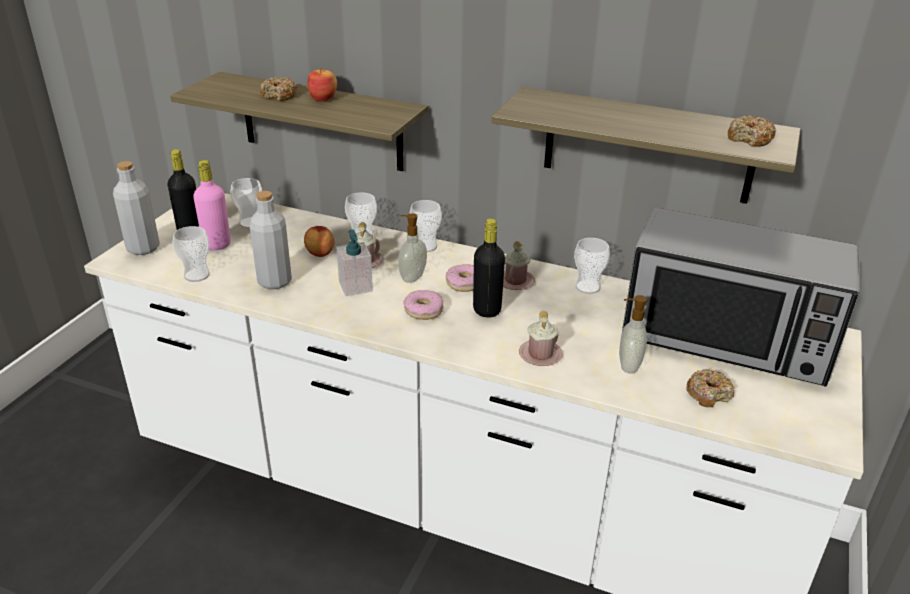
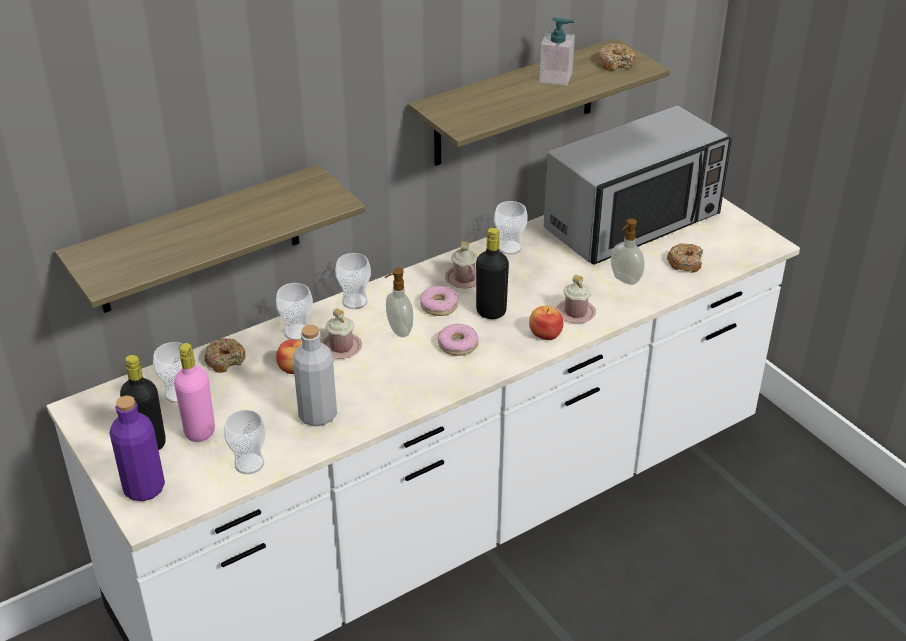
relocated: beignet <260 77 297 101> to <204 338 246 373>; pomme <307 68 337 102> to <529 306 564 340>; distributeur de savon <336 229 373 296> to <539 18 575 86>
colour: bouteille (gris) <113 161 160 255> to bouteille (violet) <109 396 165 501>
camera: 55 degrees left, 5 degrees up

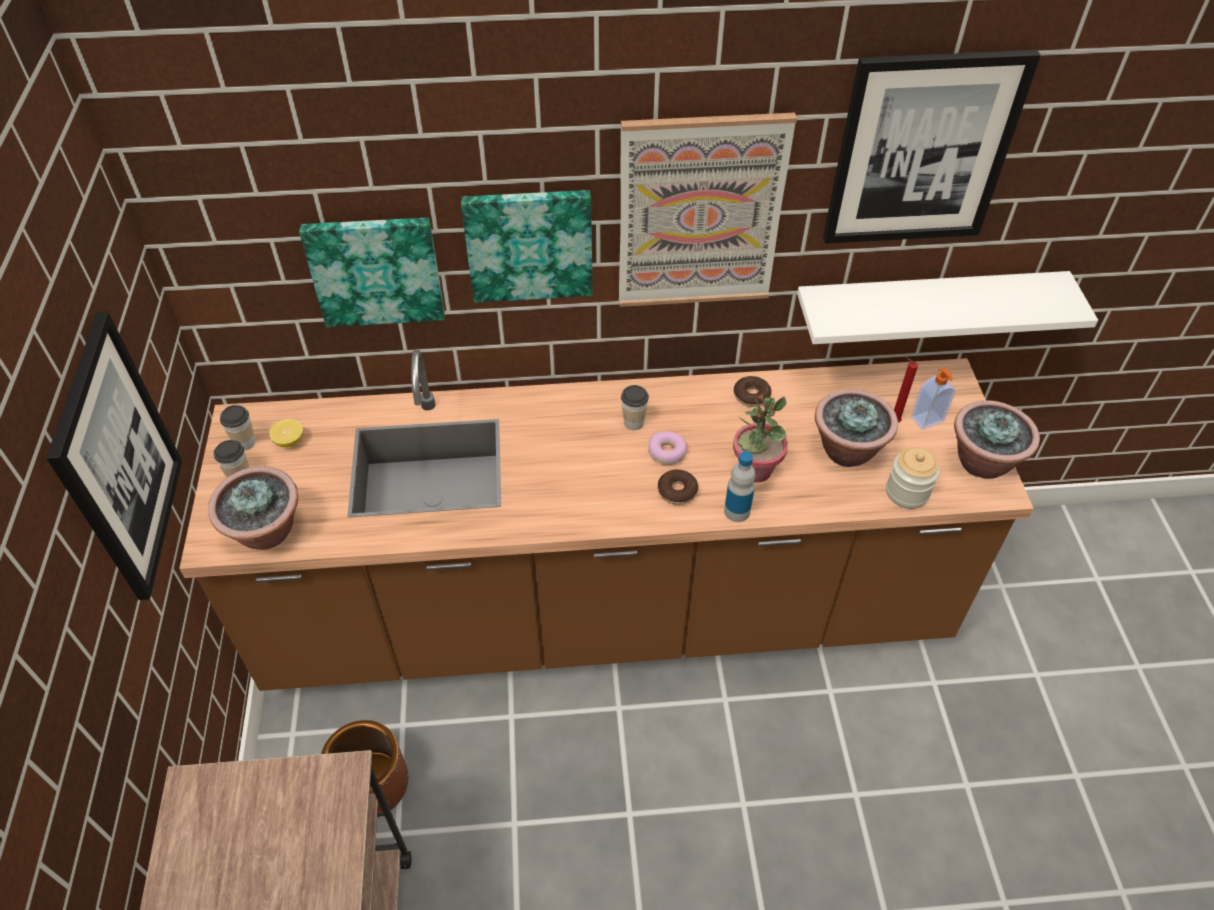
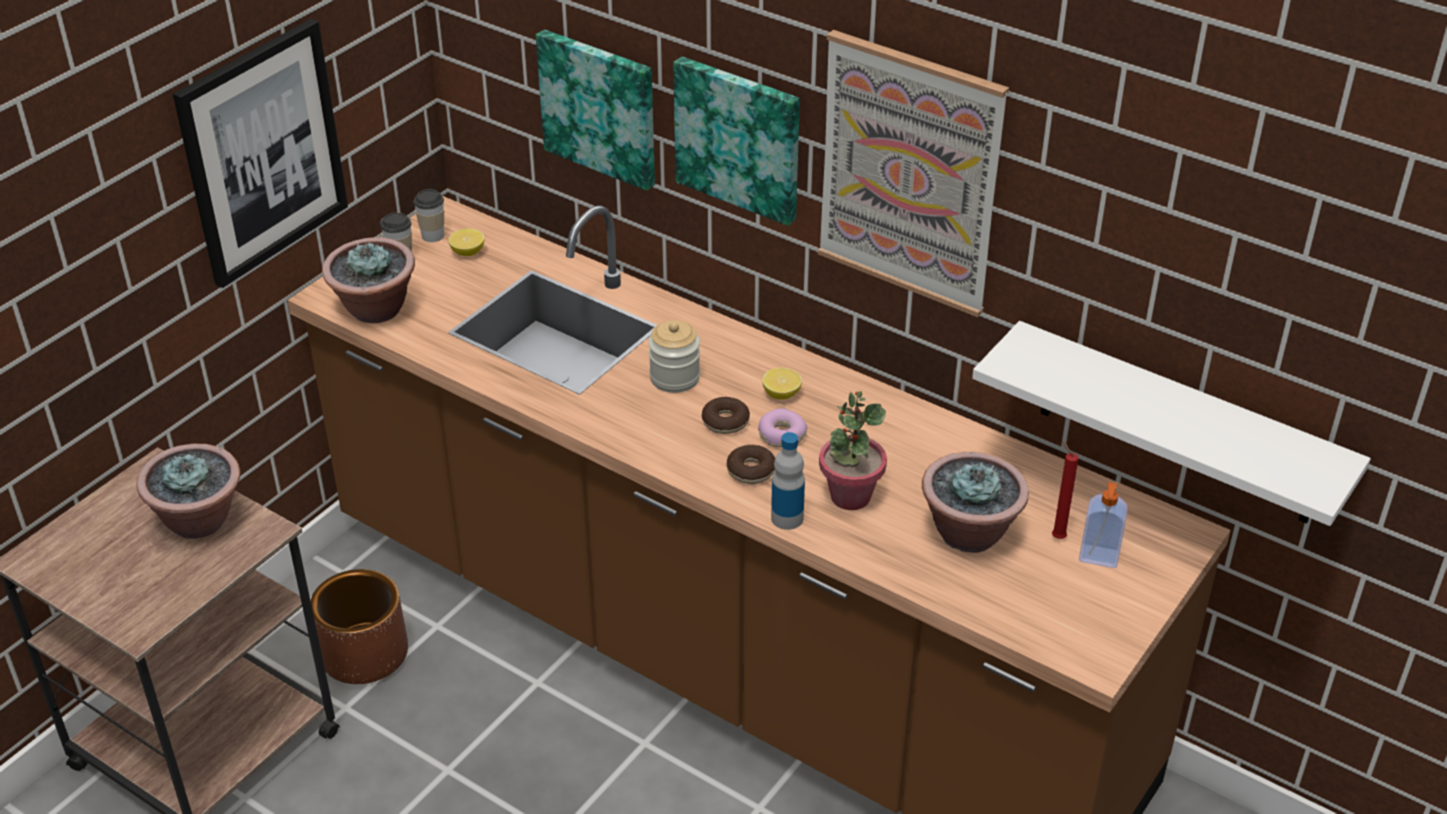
missing: tableau <823 50 1041 244>
relocated: beignet <734 376 771 407> to <702 397 750 434>; bocal <886 447 940 509> to <648 320 700 393>; plante en pot <954 400 1040 479> to <136 444 240 539>
exchanged: tasse <621 385 649 430> to citron <762 368 802 400>
camera: 40 degrees right, 10 degrees down

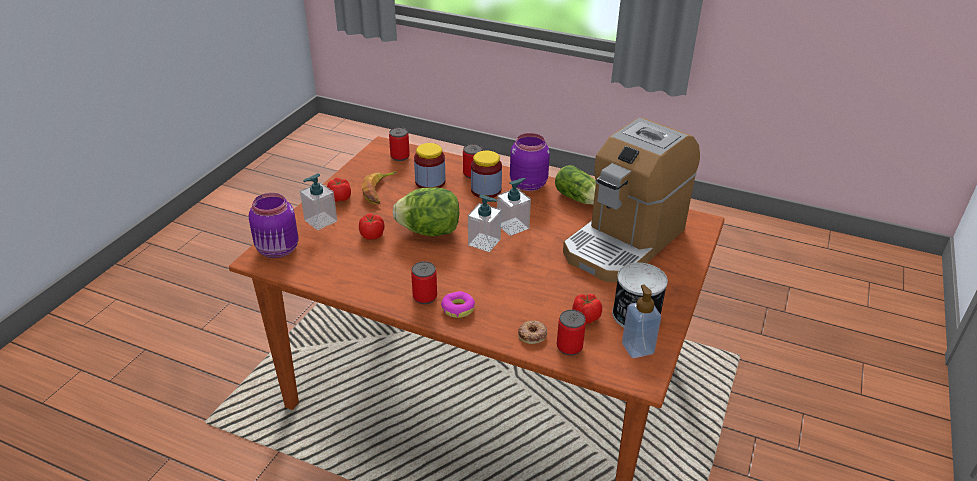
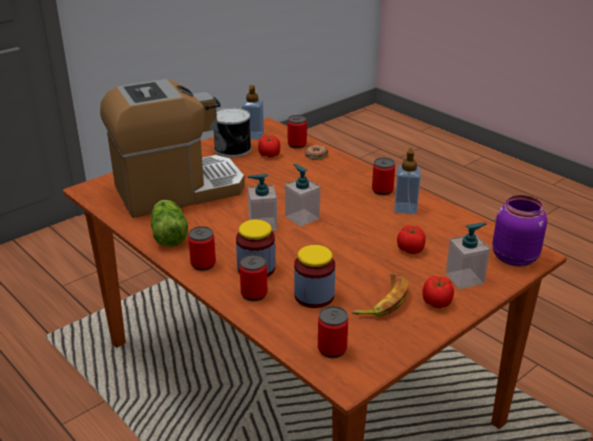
missing: laitue <393 187 459 236>; beignet <441 291 475 318>
appeared: distributeur de savon <394 148 421 214>
exchanged: bocal (violet) <510 133 550 191> to boîte métallique <188 226 216 271>
camera: 155 degrees left, 5 degrees down

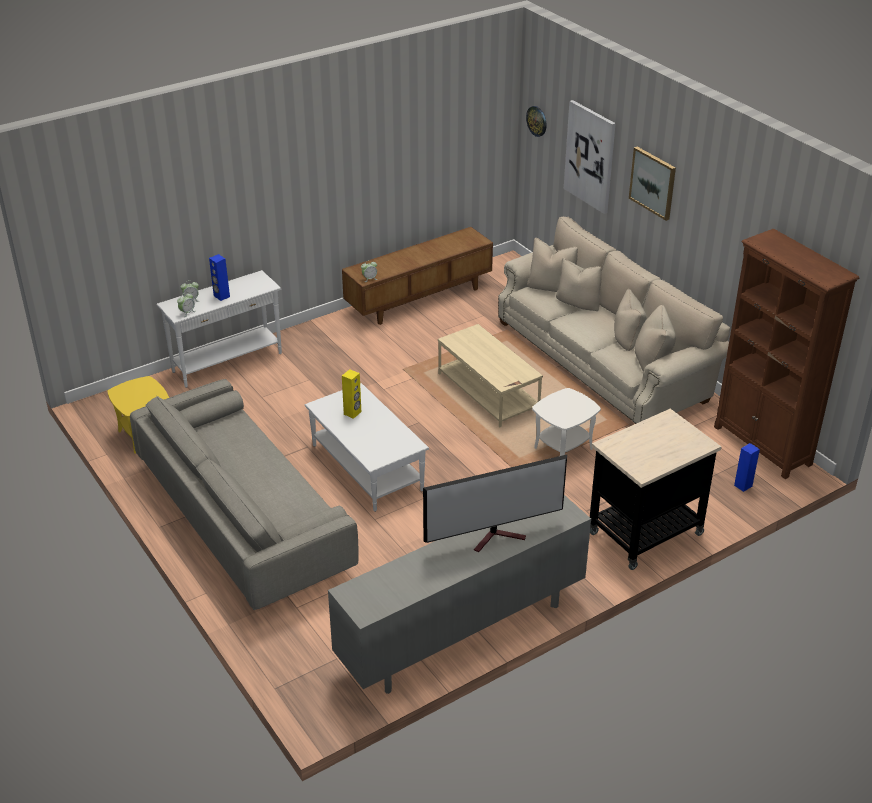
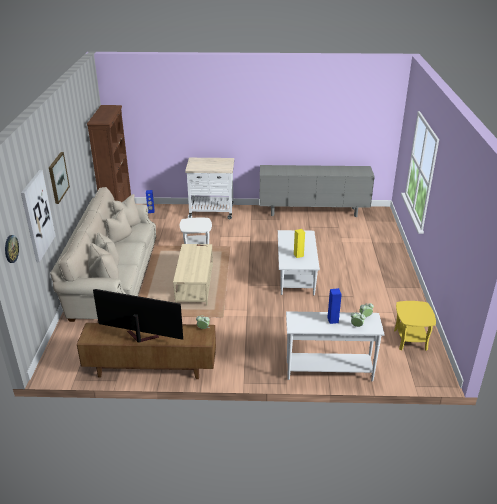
missing: canapé (gris) <130 379 358 610>
relocated: téléviseur <423 455 567 552> to <93 289 183 343>
colour: chariot (noir) <590 409 721 570> to chariot (blanc) <185 158 234 219>
camera: 145 degrees left, 5 degrees down

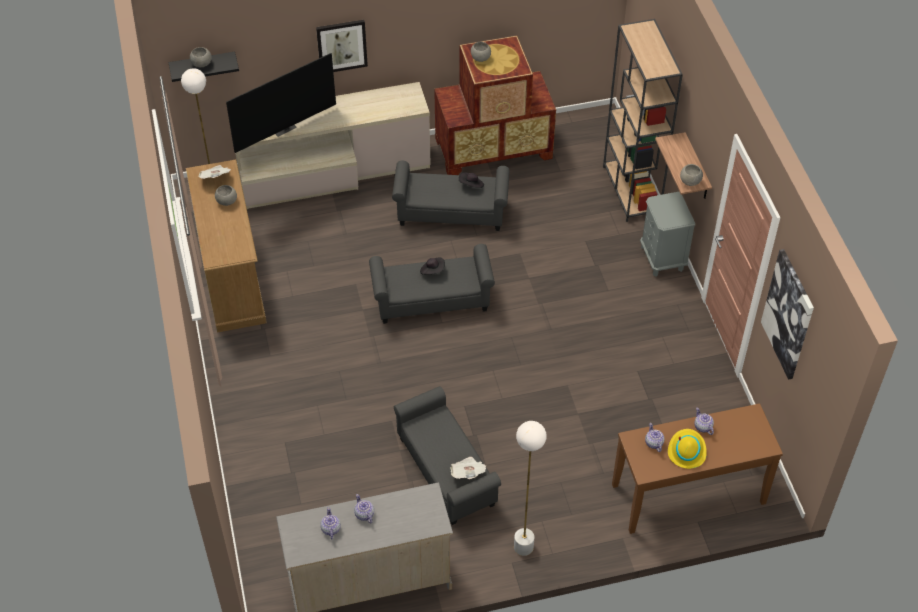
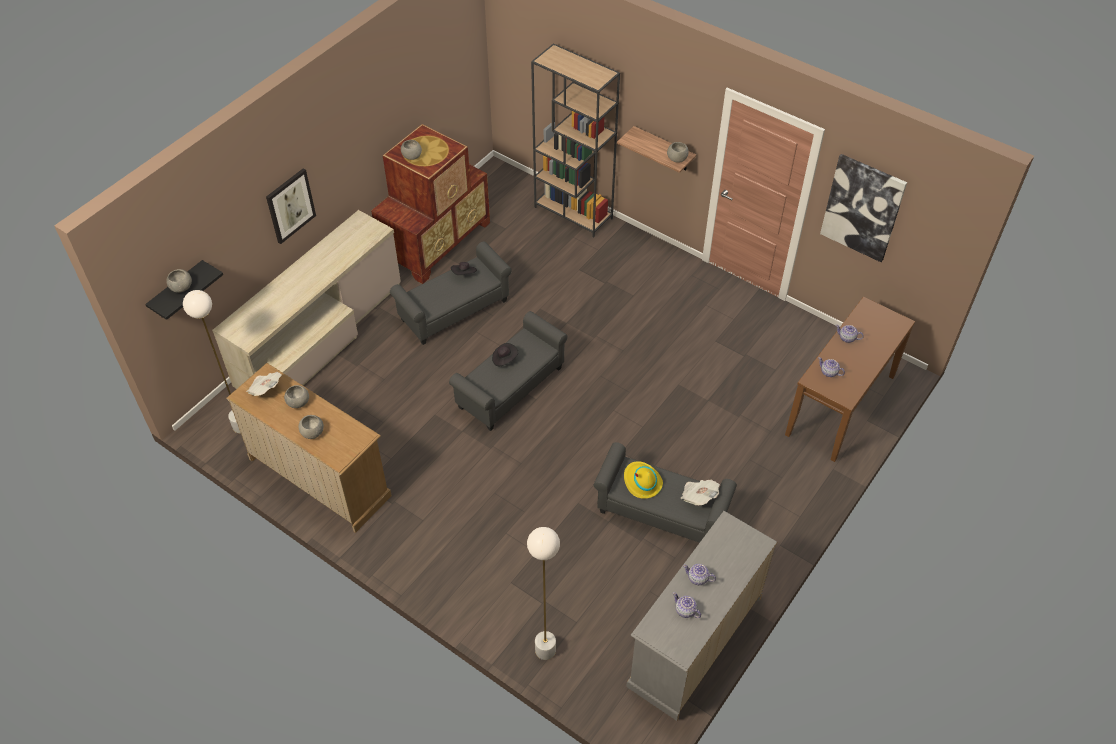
missing: téléviseur <226 53 336 153>; table de chevet (gris) <640 192 695 277>
appeared: bol (gris) <299 415 324 439>
relocated: lampadaire (blanc) <514 421 546 556> to <527 527 560 660>; chapeau (jaune) <668 429 707 469> to <624 461 663 499>
camera: 40 degrees left, 0 degrees up

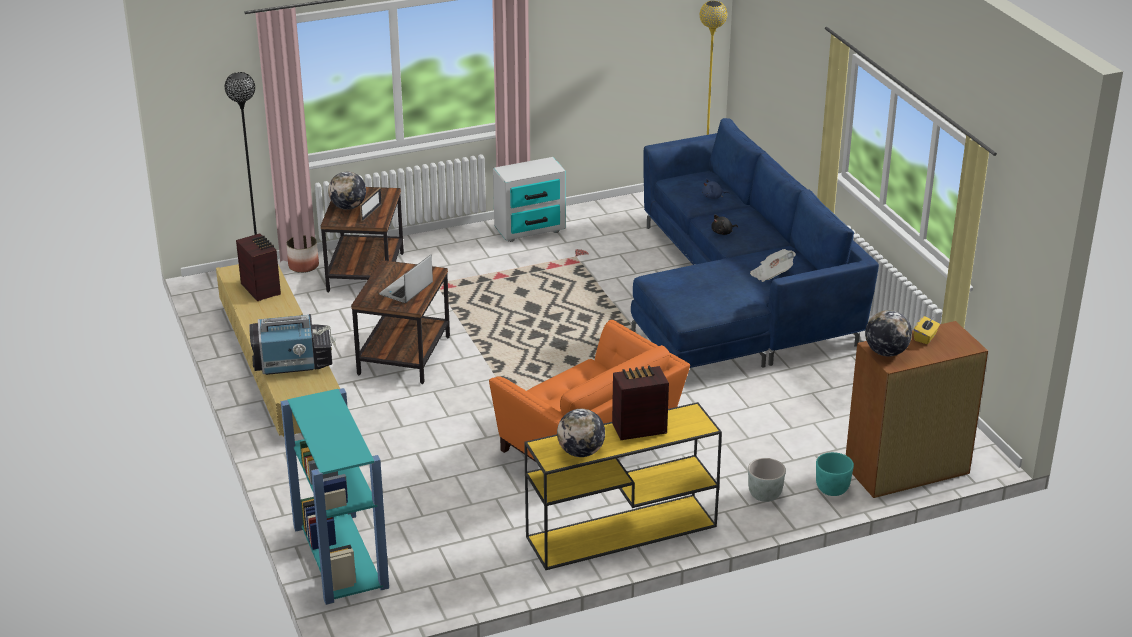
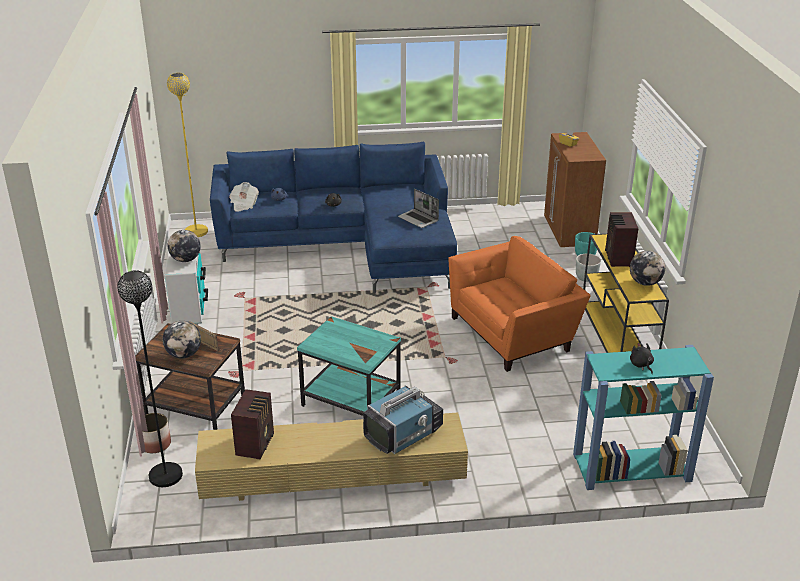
appeared: peluche (noir) <630 343 654 374>
relocated: ordinateur portable <379 255 433 303> to <398 189 439 228>; journal <750 249 796 282> to <229 182 259 211>; globe <865 310 912 356> to <168 230 201 262>
colour: table d'appoint (marron) <351 260 450 384> to table d'appoint (turquoise) <297 316 401 416>
spun: radio <236 234 281 301> = <231 389 274 459> 120 degrees clockwise; téléviseur <249 314 336 375> = <363 385 443 454> 45 degrees clockwise
camera: 75 degrees left, 0 degrees up

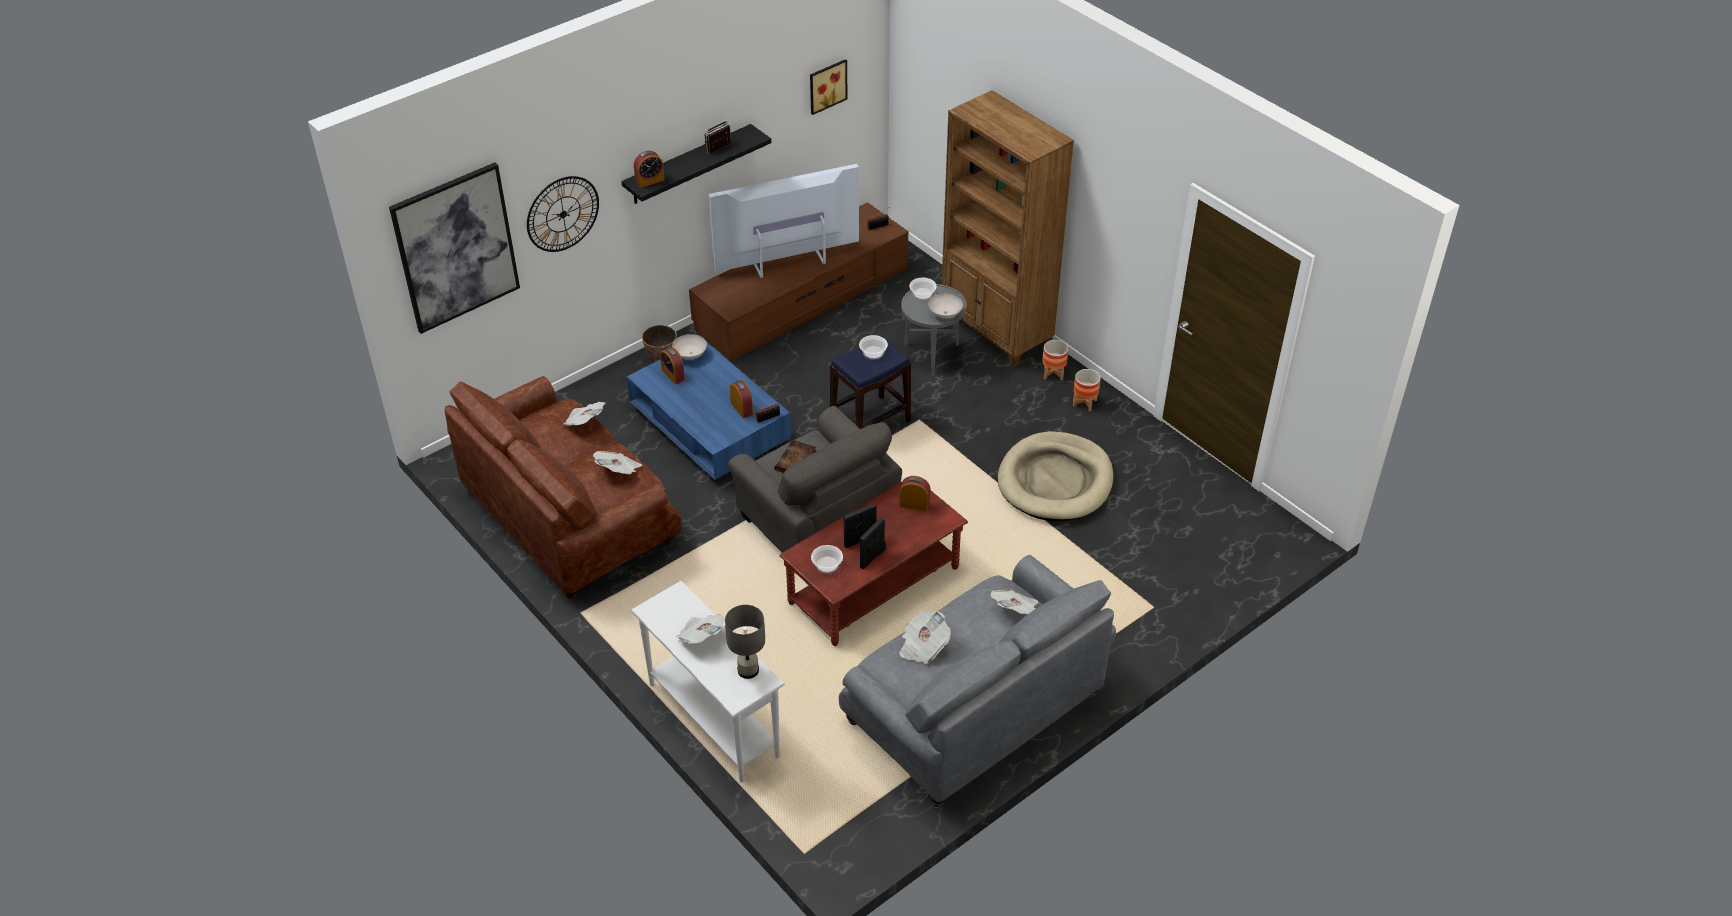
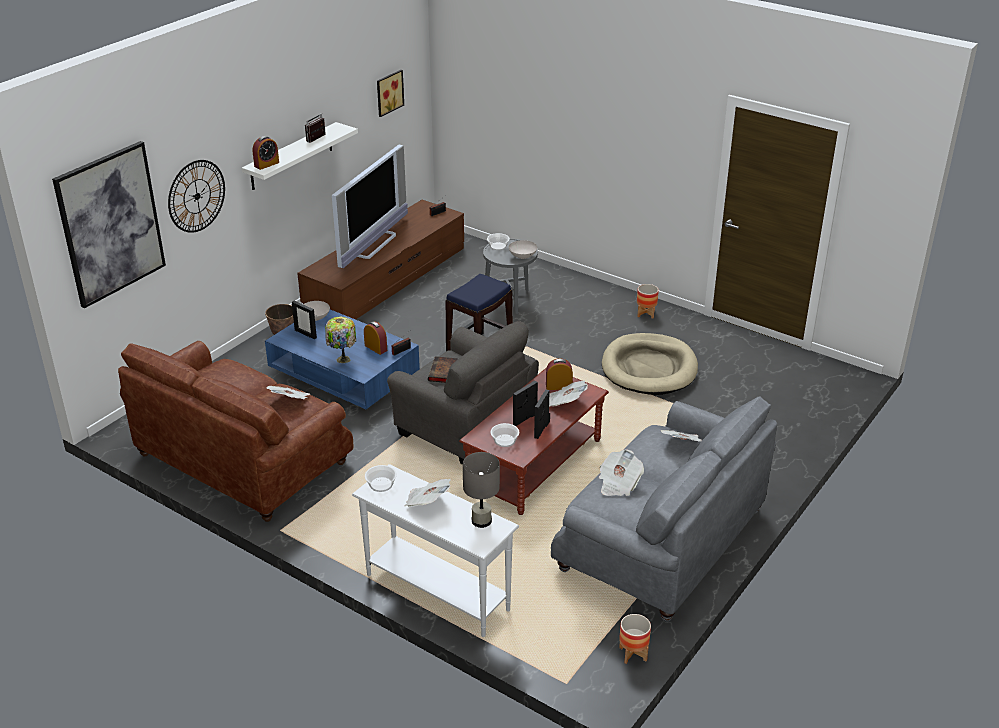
missing: bibliothèque (marron) <942 90 1074 367>
appeared: lampe de table <325 317 356 363>
relocated: journal <563 402 605 425> to <549 381 588 407>; bol <859 335 888 360> to <365 465 397 492>; cache-pot <1042 340 1068 380> to <619 614 651 664>
exchanged: réveil <660 347 685 384> to cadre photo <292 301 317 339>
colour: étagère (noir) <621 124 771 204> to étagère (blanc) <242 122 358 190>
spun: téléviseur <709 164 859 278> = <332 145 408 268> 150 degrees clockwise
camera: 15 degrees left, 10 degrees down

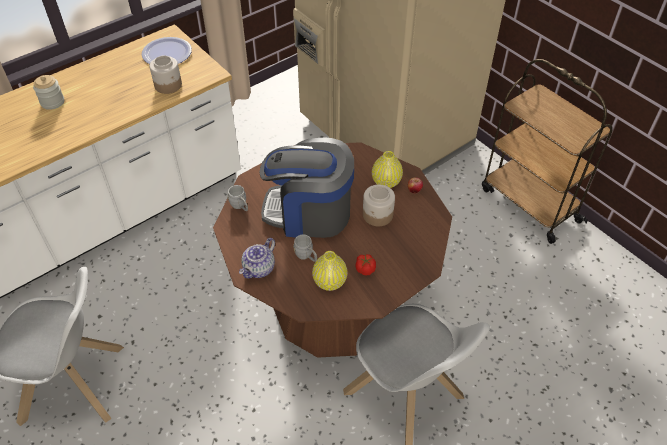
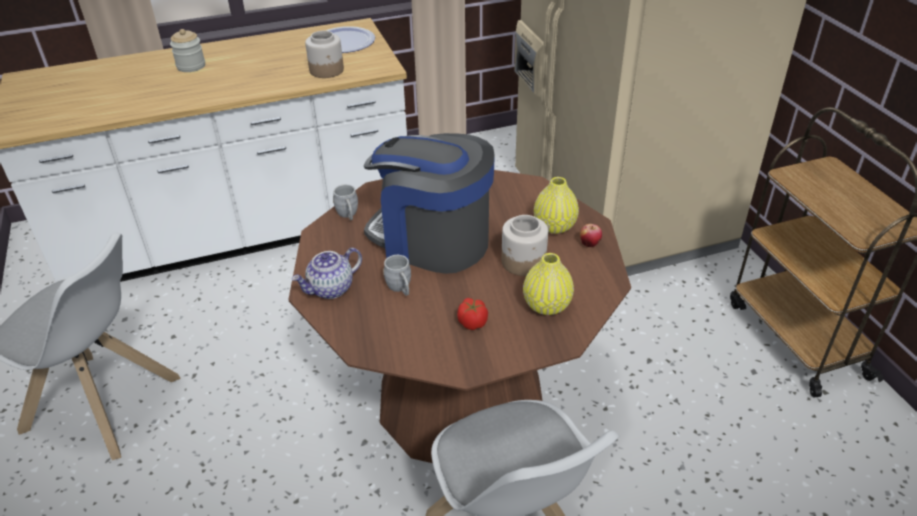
relocated: vase (jaune) <312 251 347 291> to <523 253 574 315>
camera: 20 degrees right, 10 degrees down

